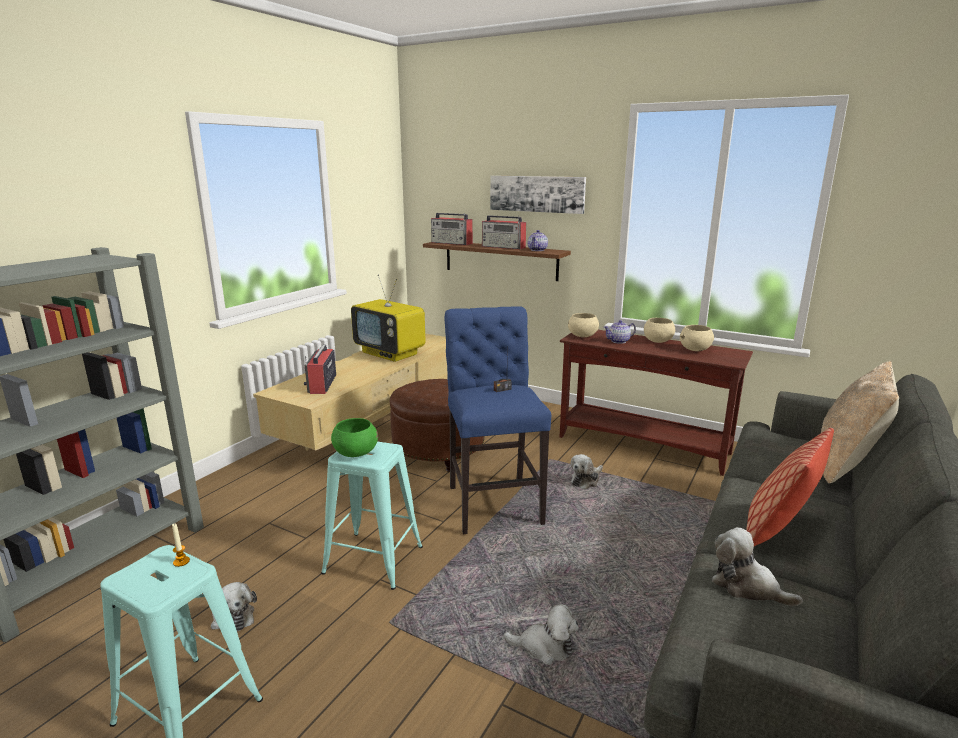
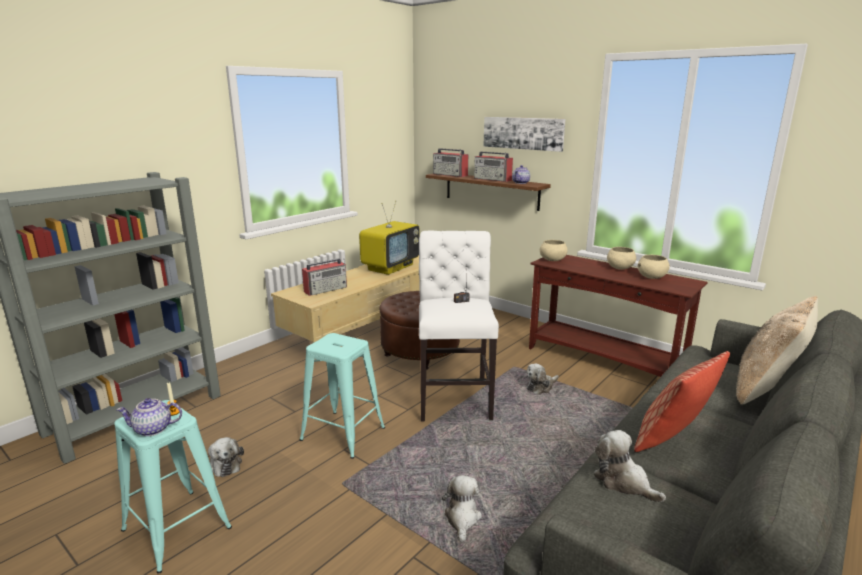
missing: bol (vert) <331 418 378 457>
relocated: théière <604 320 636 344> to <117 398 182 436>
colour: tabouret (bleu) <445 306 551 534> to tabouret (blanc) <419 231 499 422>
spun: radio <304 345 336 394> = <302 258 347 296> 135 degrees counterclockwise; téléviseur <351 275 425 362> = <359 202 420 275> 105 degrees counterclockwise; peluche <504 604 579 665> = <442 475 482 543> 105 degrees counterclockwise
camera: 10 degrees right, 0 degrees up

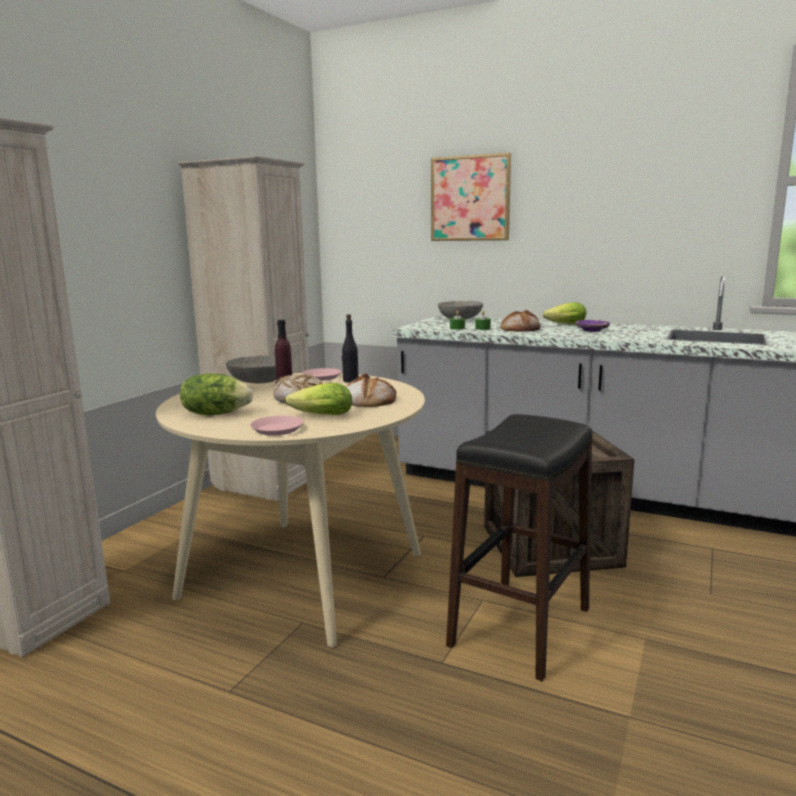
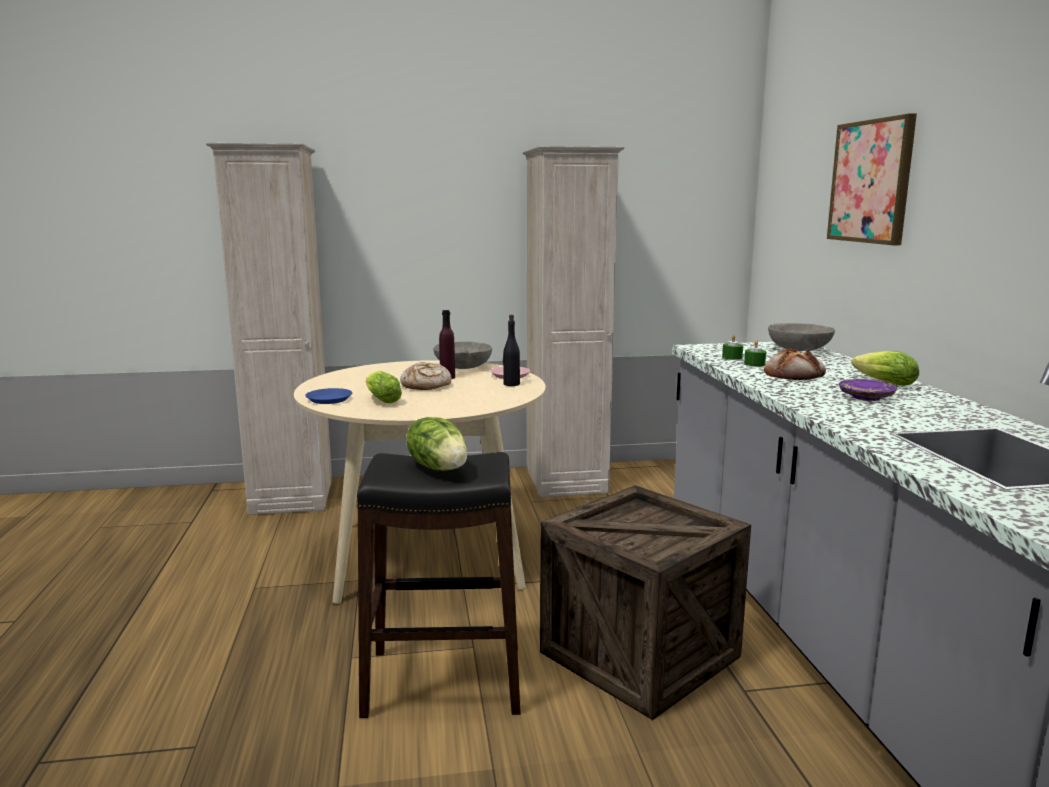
missing: pain <346 373 397 407>
relocated: laitue <180 373 253 415> to <406 417 468 471>
colour: assiette (rose) <250 416 304 436> to assiette (bleu) <305 388 352 404>
camera: 55 degrees right, 0 degrees up

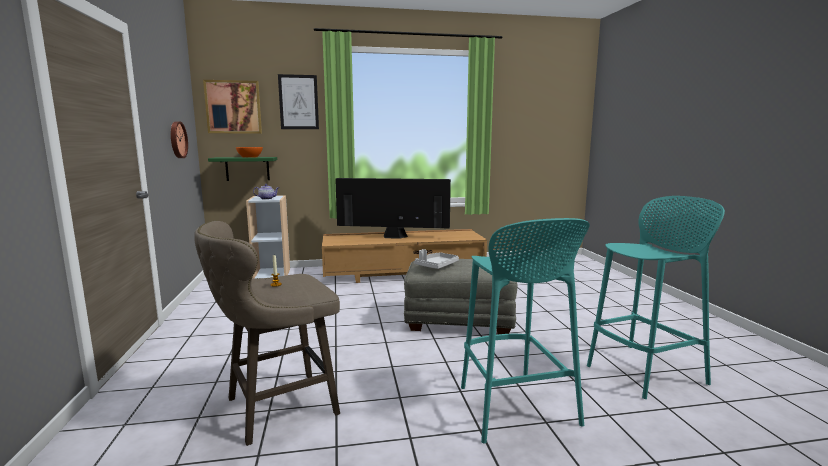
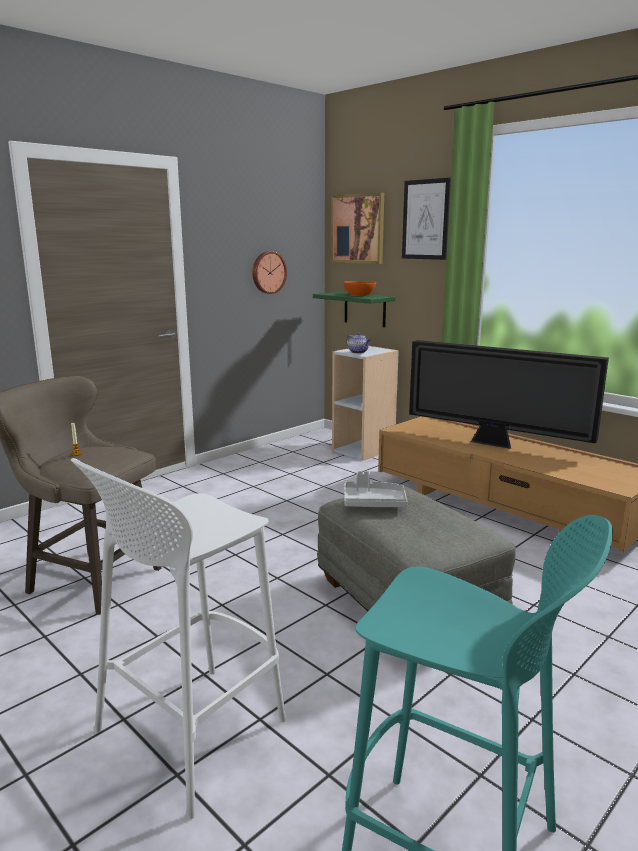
colour: tabouret (turquoise) <461 218 590 444> to tabouret (blanc) <71 458 286 819>
spun: téléviseur <335 178 451 239> = <409 340 609 449> 150 degrees clockwise
camera: 55 degrees right, 5 degrees up

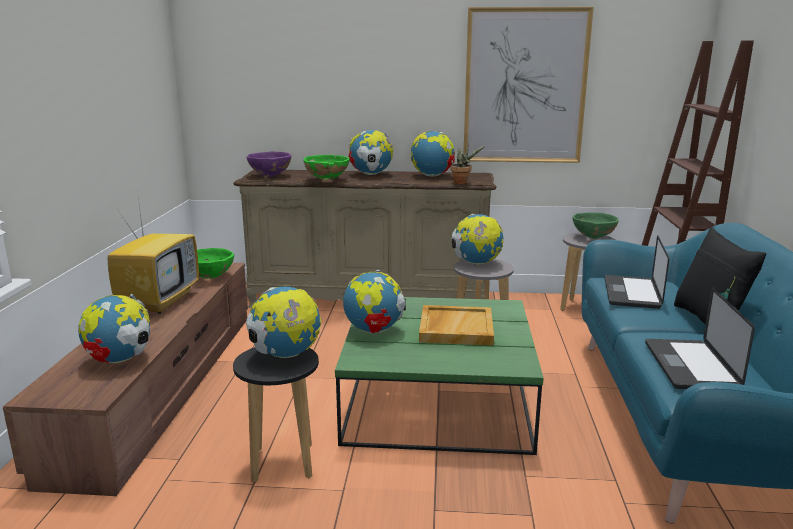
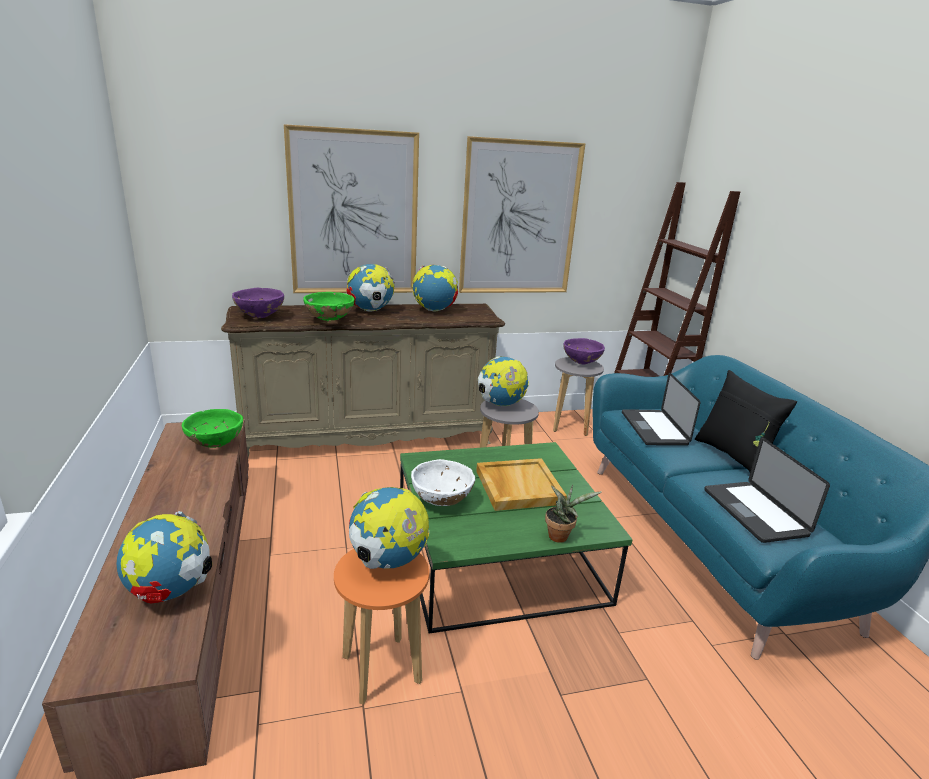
missing: téléviseur <108 198 199 314>
appeared: tableau <284 124 419 293>
relocated: plante en pot <451 143 486 184> to <545 485 602 543>
exchanged: globe <343 270 406 333> to bol (blanc) <411 459 475 506>
colour: tabouret (noir) <233 347 319 483> to tabouret (orange) <334 549 429 705>; bol (vert) <572 212 619 239> to bol (violet) <563 338 605 364>
camera: 20 degrees left, 5 degrees up

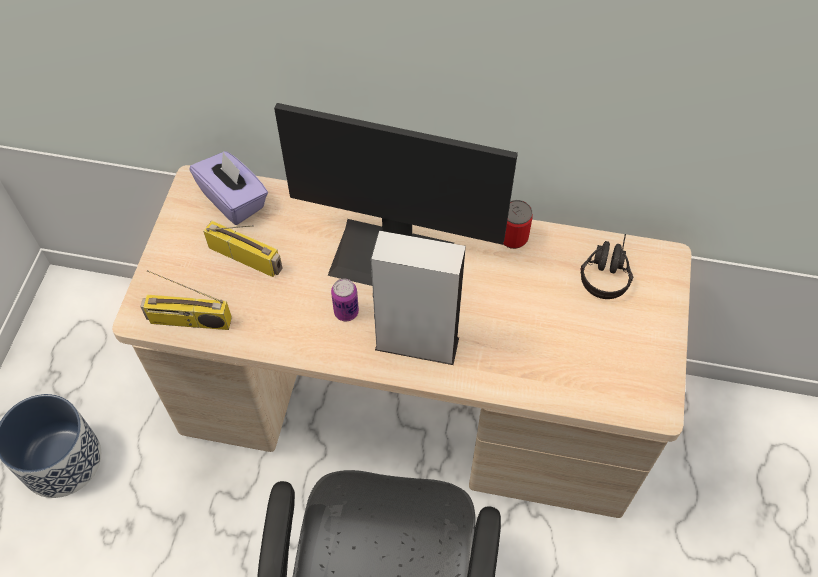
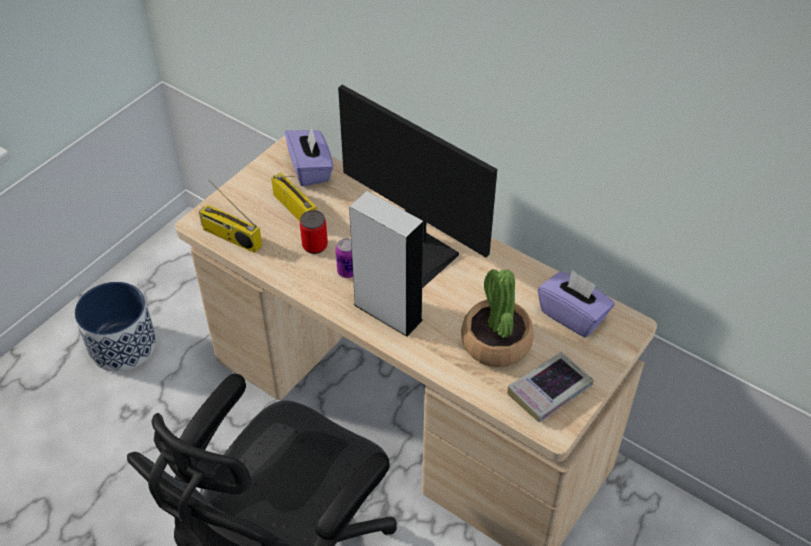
appeared: plante en pot <461 269 534 367>; livre <507 352 593 423>
relocated: boîte métallique <503 200 533 249> to <300 210 328 254>
exchanged: casque audio (noir) <580 234 633 299> to boîte à mouchoirs (violet) <538 270 615 337>
camera: 25 degrees right, 10 degrees down

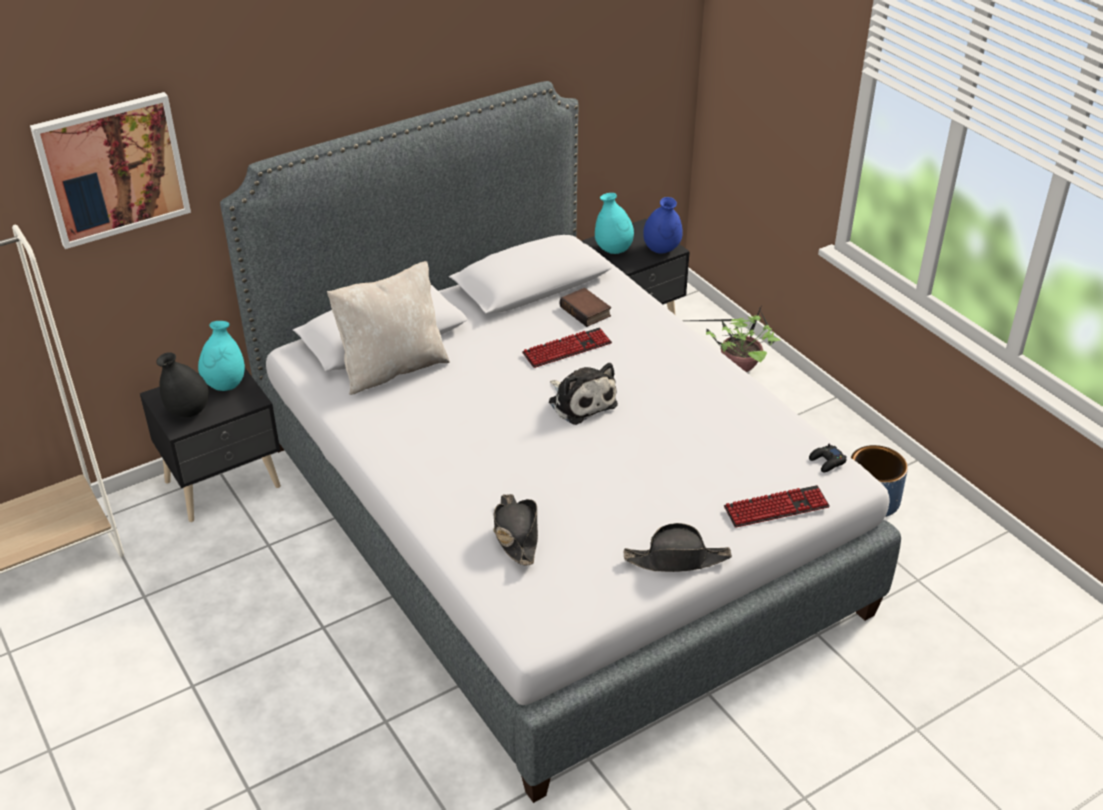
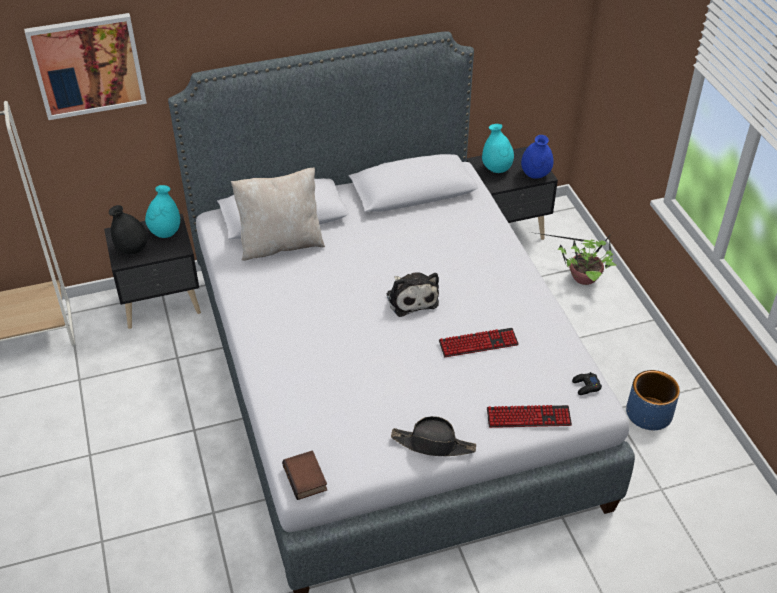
missing: chapeau (noir) <493 494 538 565>
relocated: clavier <522 328 612 368> to <439 328 519 357>; livre <560 288 611 327> to <282 450 327 500>
camera: 15 degrees right, 5 degrees up

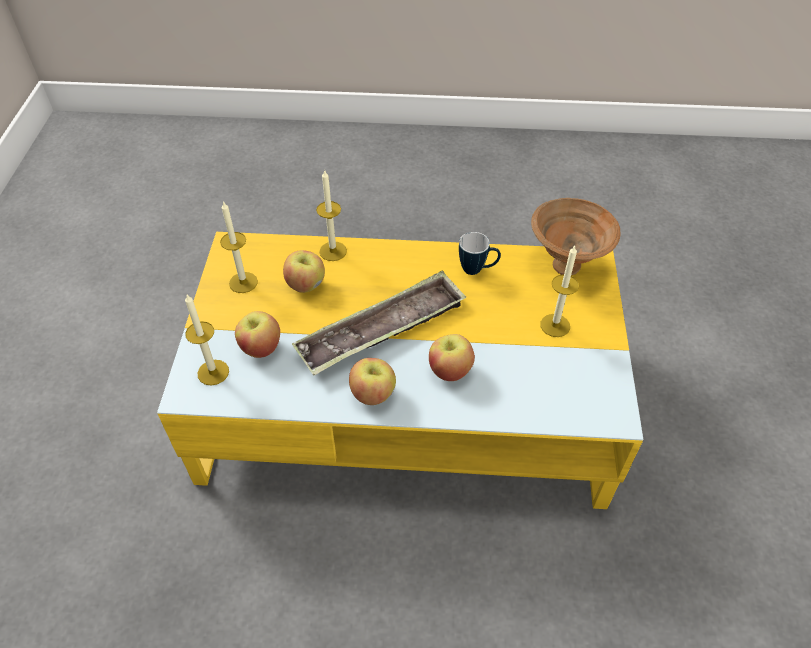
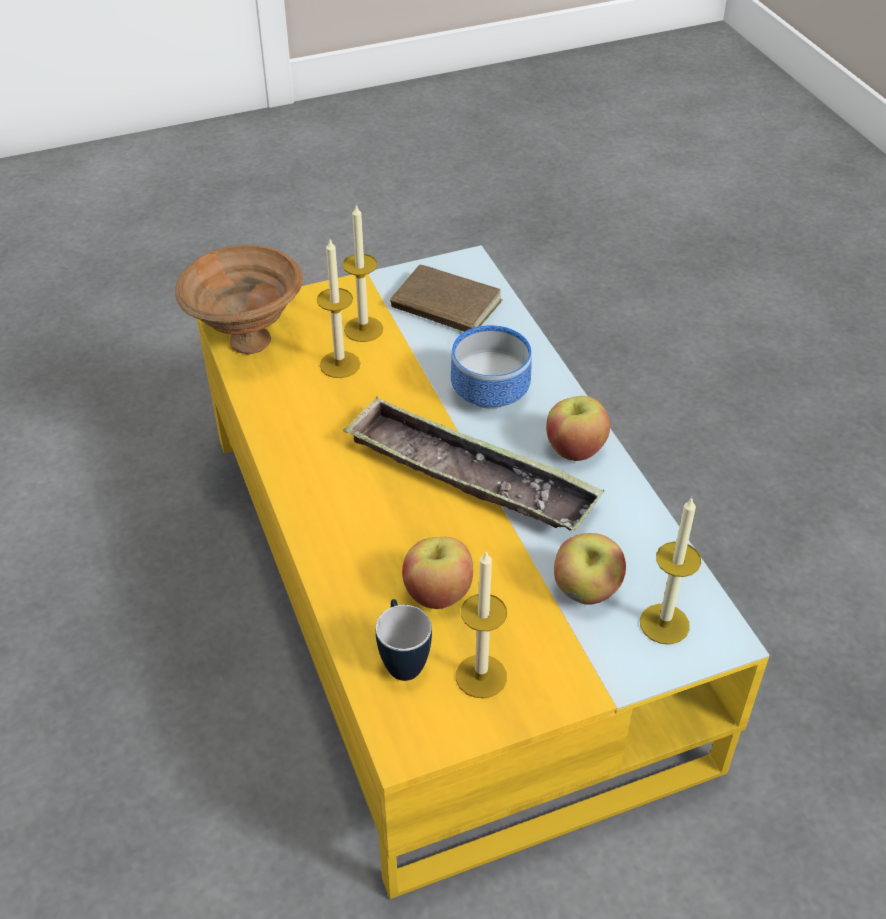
appeared: livre (marron) <390 265 502 332>
relocated: bougie <316 169 347 261> to <317 240 360 378>; mug <459 232 501 275> to <376 599 432 681>
exchanged: pomme <429 334 475 381> to bol <451 325 532 409>
camera: 115 degrees left, 5 degrees down

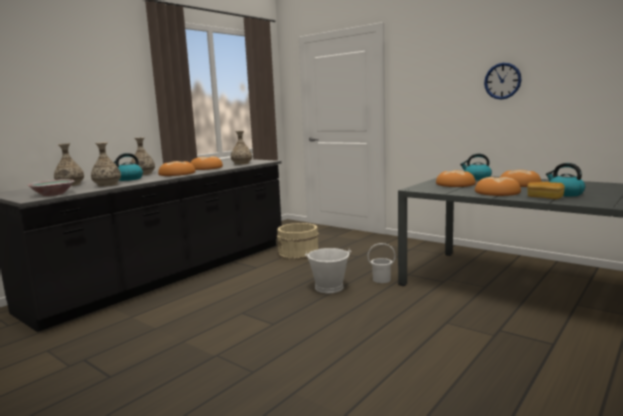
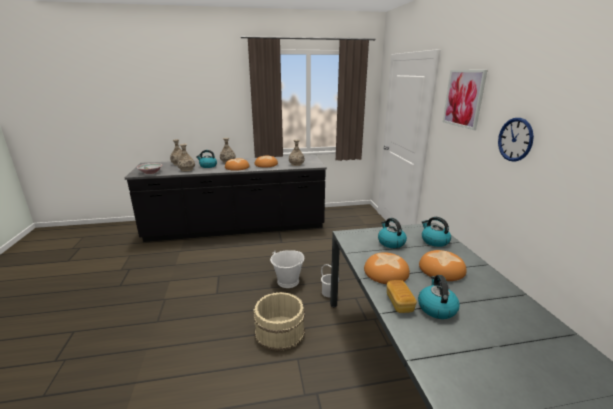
appeared: tableau <443 70 487 130>
relocated: seau (beige) <277 223 319 260> to <253 292 305 351>
exchanged: pain <436 170 476 187> to bouilloire <378 218 407 248>
camera: 40 degrees right, 10 degrees up

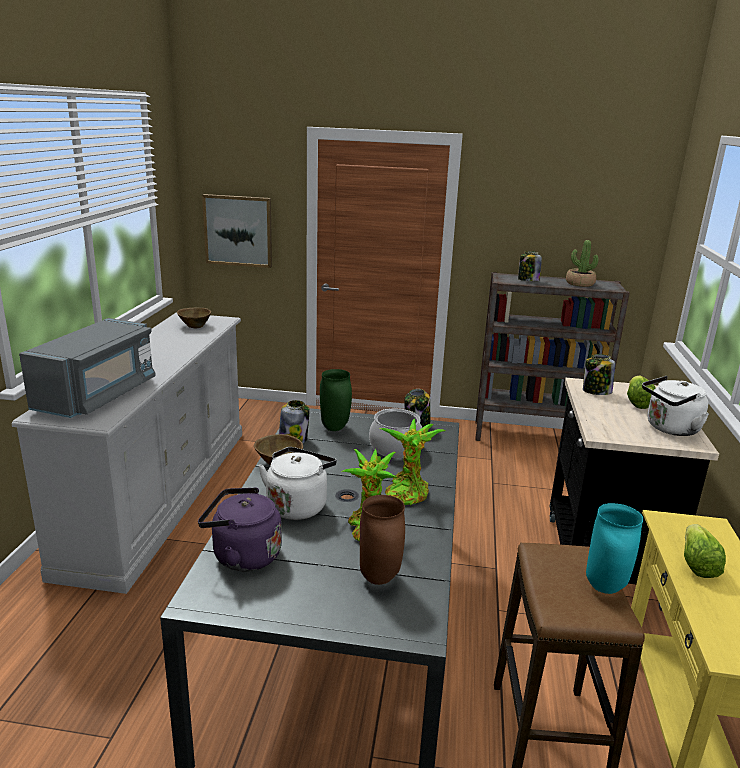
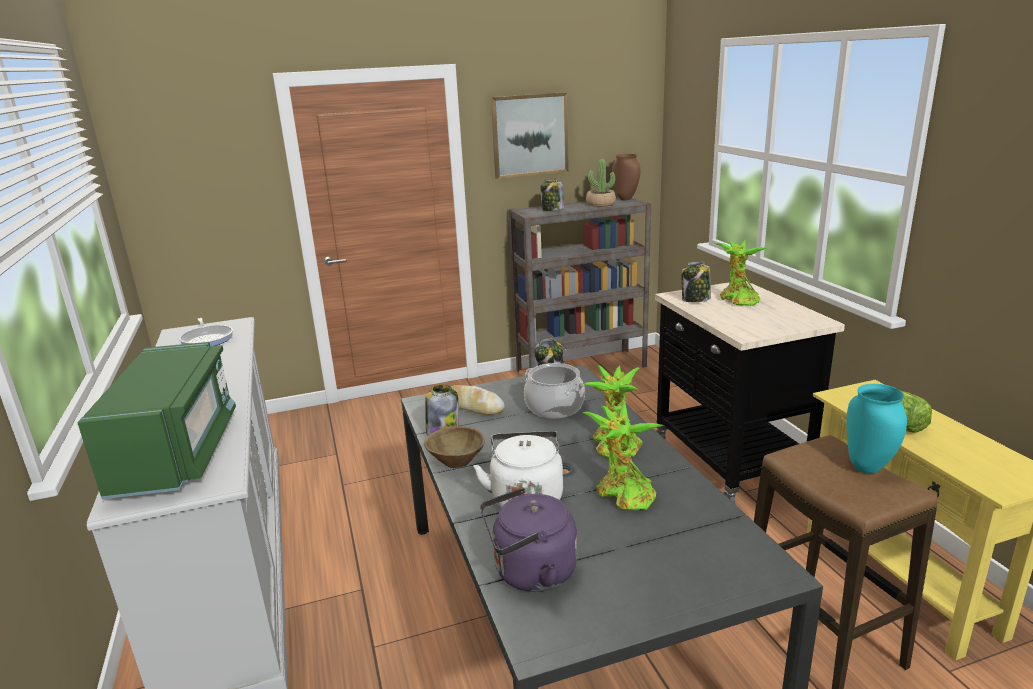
missing: bouilloire (blanc) <642 376 709 436>
relocated: tableau <202 194 272 268> to <491 92 569 179>; vase (marron) <360 495 405 585> to <612 154 640 200>
exchanged: bol (marron) <177 307 211 328> to poêle <179 318 233 347>; vase (vert) <320 369 352 431> to pain <450 385 505 415>; laitue <627 375 656 409> to plante en pot <716 240 768 306>
colour: micro-ondes (gris) <19 318 156 418> to micro-ondes (vert) <78 342 236 499>
camera: 25 degrees left, 0 degrees up

